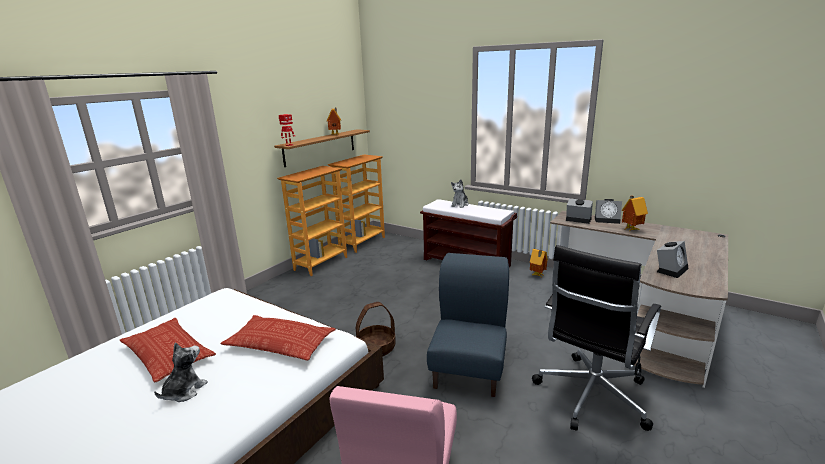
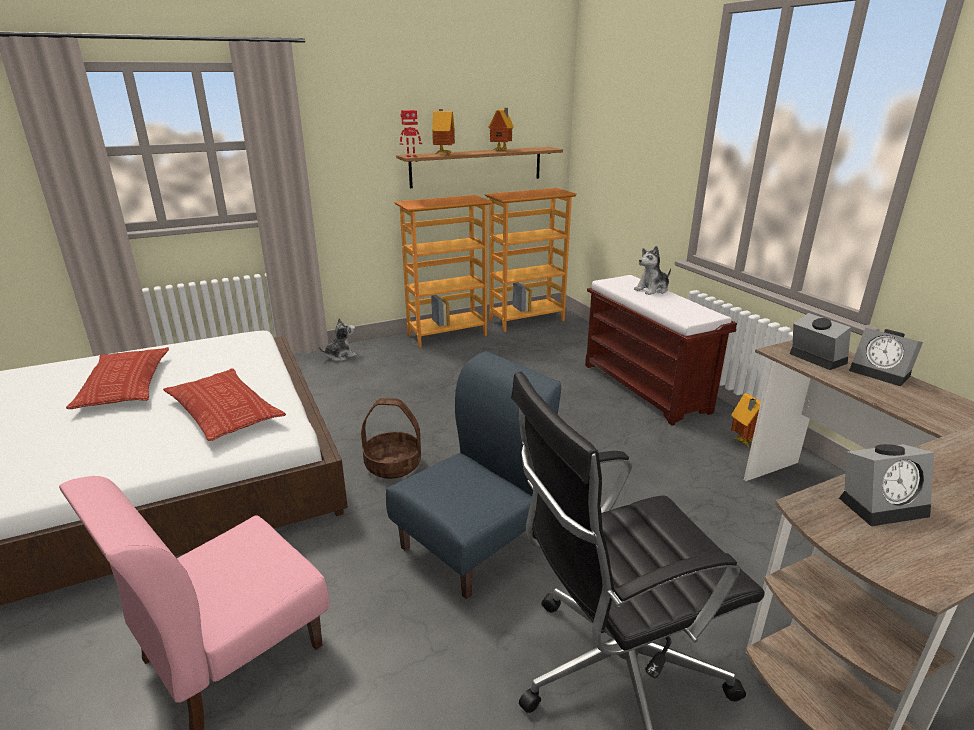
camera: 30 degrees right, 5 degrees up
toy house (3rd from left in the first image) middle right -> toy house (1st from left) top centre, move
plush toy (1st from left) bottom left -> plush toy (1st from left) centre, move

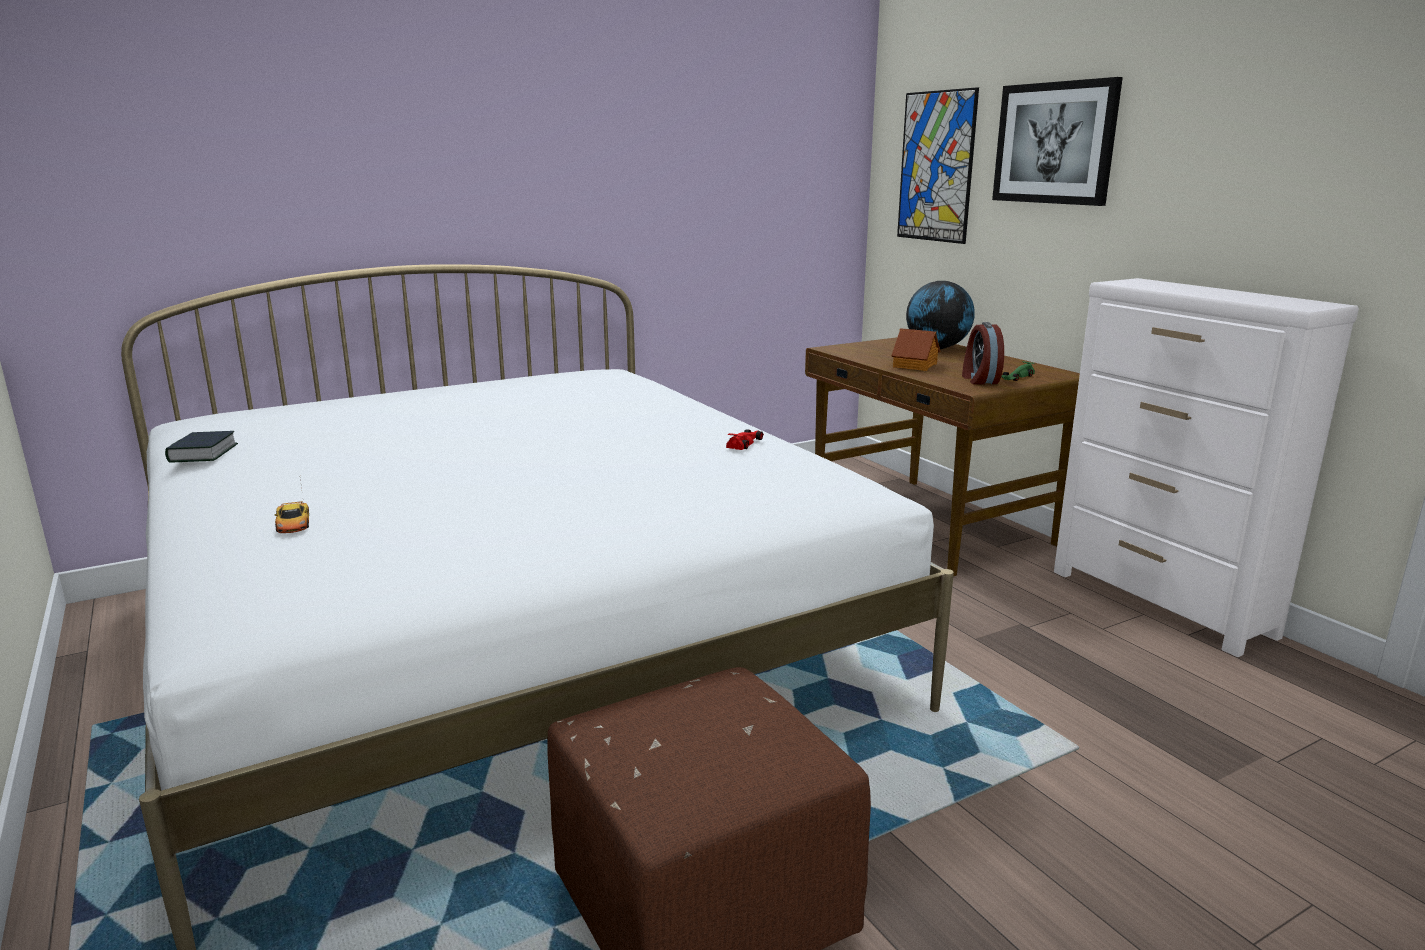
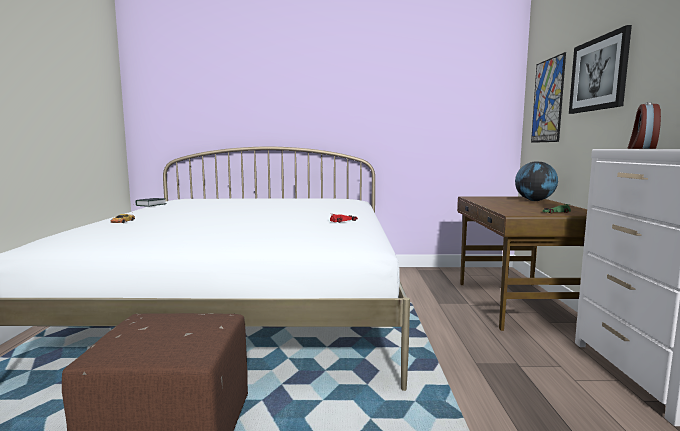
camera: 30 degrees right, 10 degrees down
alarm clock middle right -> alarm clock top right, move
toy house centre -> none

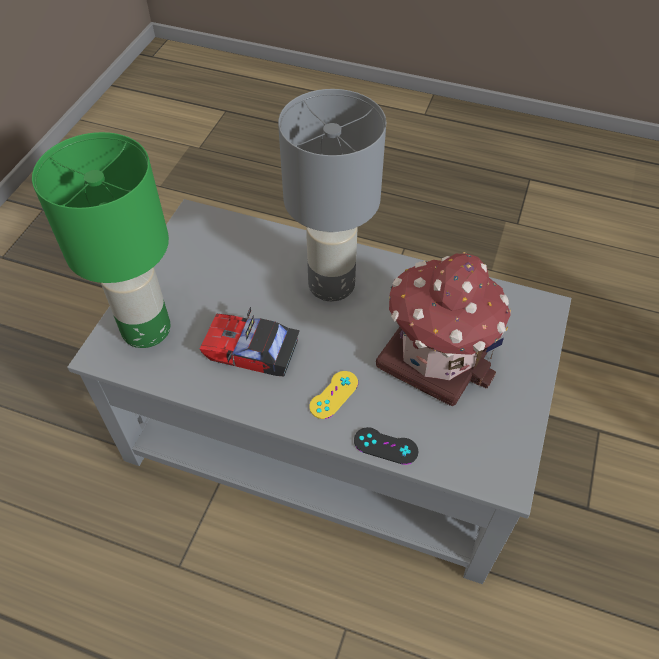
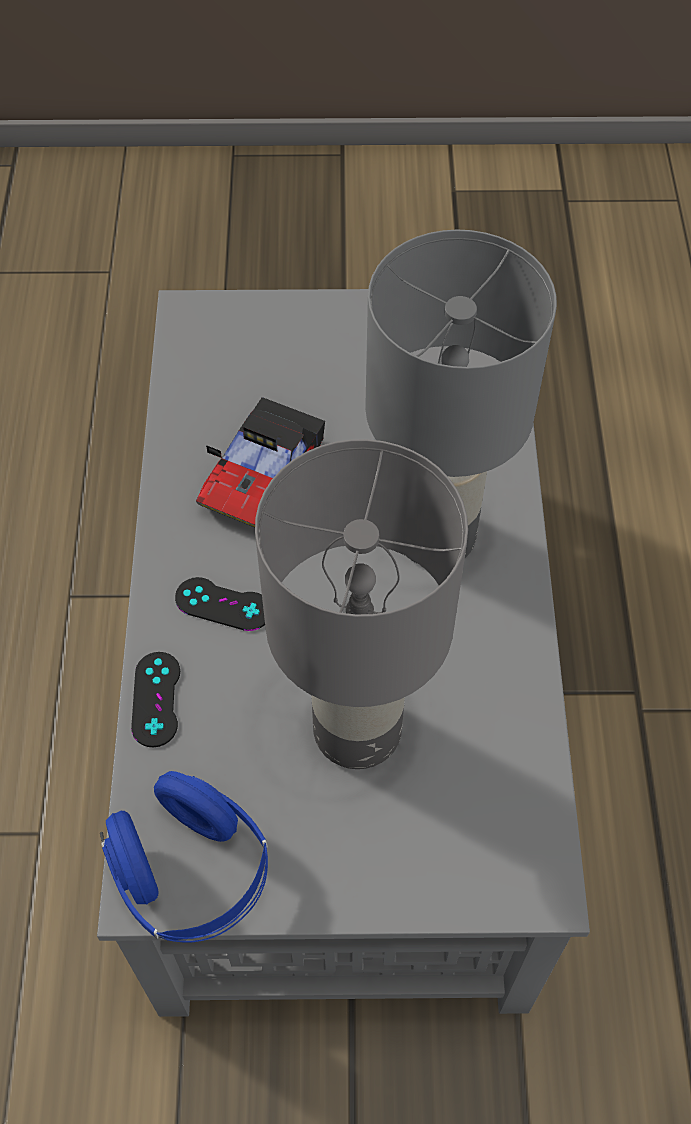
camera: 70 degrees right, 5 degrees up
table lamp in green middle left -> none
toy house middle right -> table lamp in grey (1st from left) centre
toy car centre, 150 degrees counterclockwise
game controller in yellow centre -> game controller in black (2nd from left) middle left
none -> headphones in blue bottom left

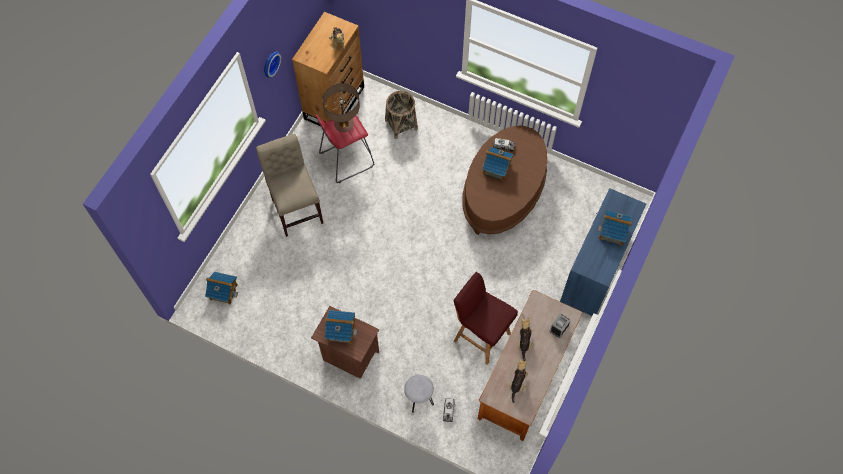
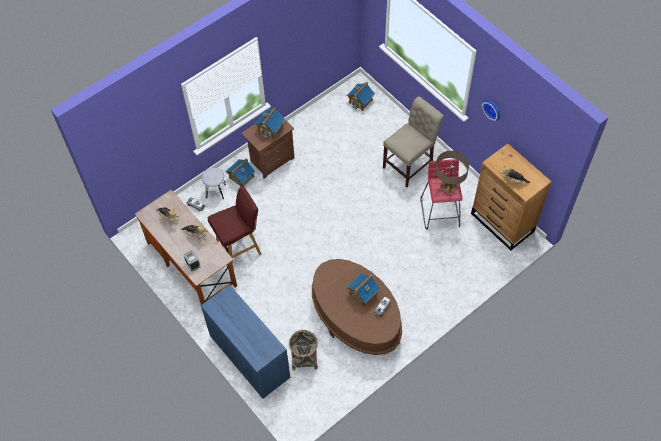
camera: 115 degrees right, 5 degrees down
basket top centre -> basket bottom centre, move
chair in beige centre -> chair in beige top centre, 45 degrees counterclockwise
toy house (4th from left in the first image) middle right -> toy house (1st from left) centre, move

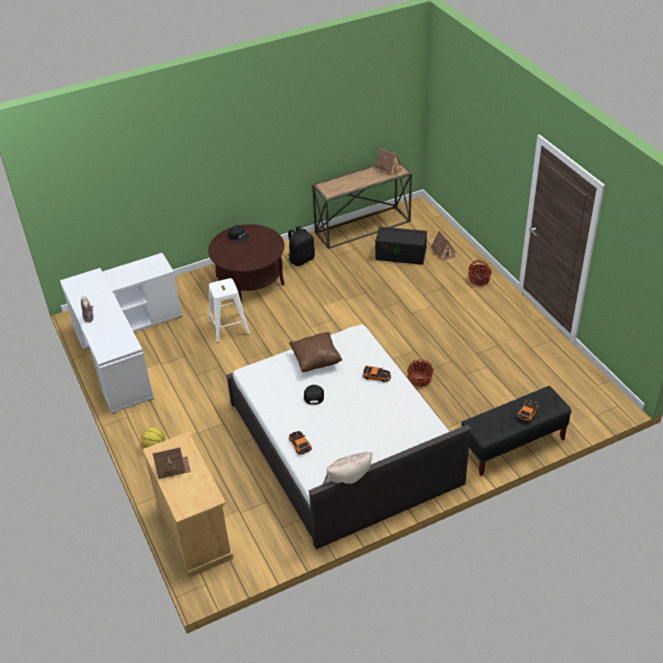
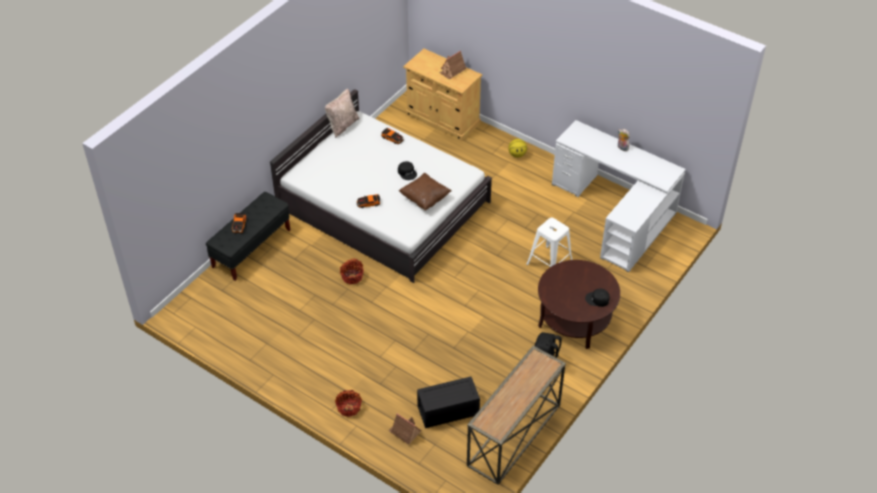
camera: 150 degrees right, 5 degrees up
toy house (2nd from left) top centre -> none

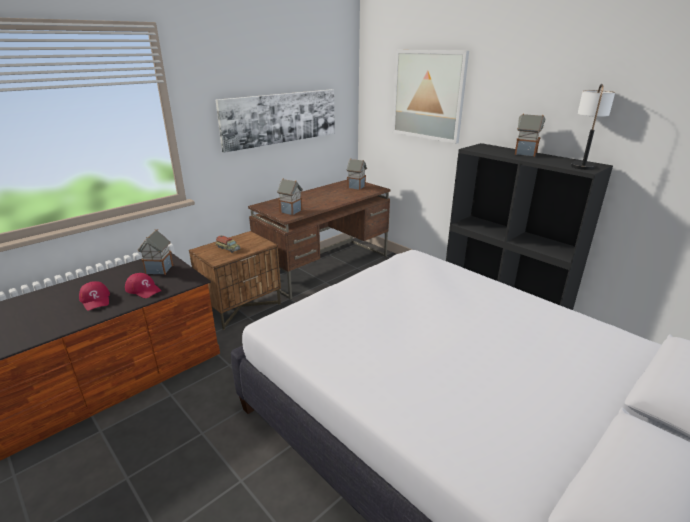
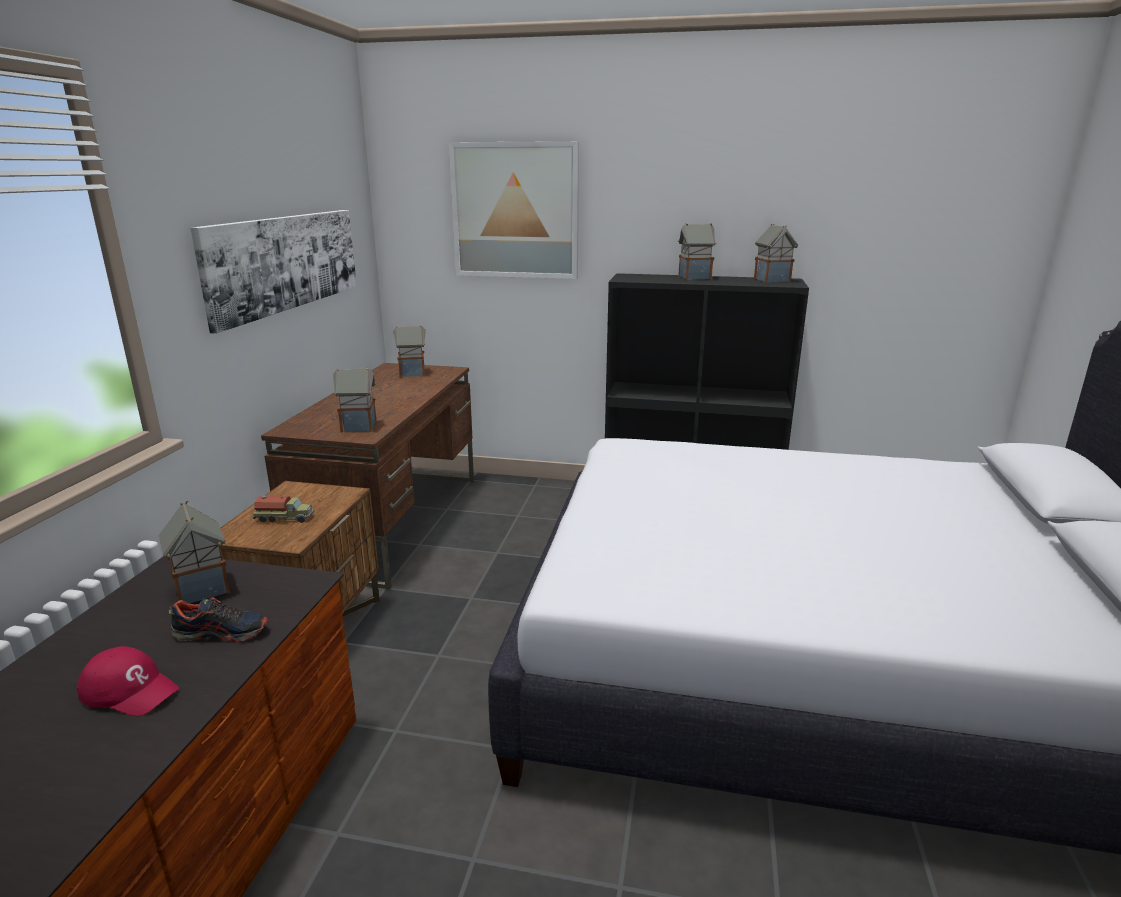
camera: 35 degrees left, 5 degrees down
table lamp top right -> toy house (5th from left) top right
cap in red (2nd from left) middle left -> shoe bottom left

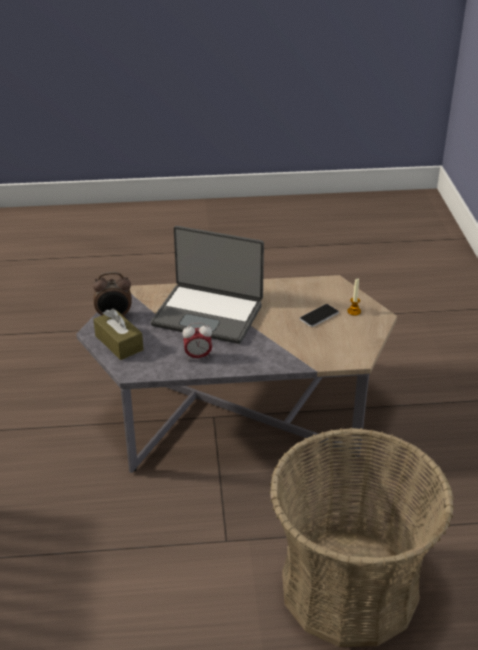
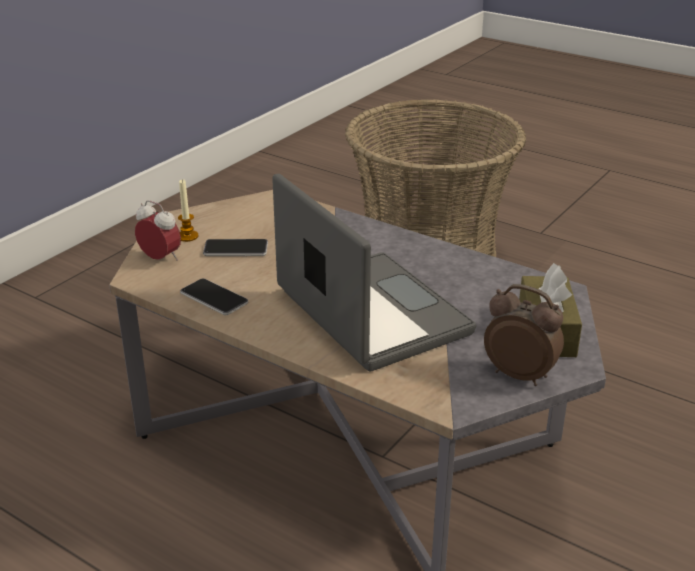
camera: 140 degrees left, 5 degrees down
alarm clock (2nd from left in the first image) centre -> alarm clock (1st from left) middle left, move
none -> phone (1st from left) middle left

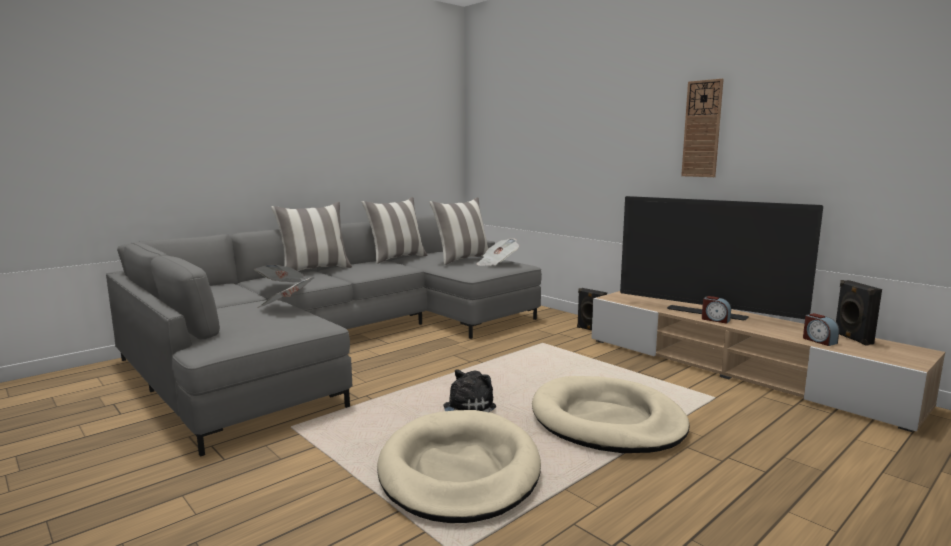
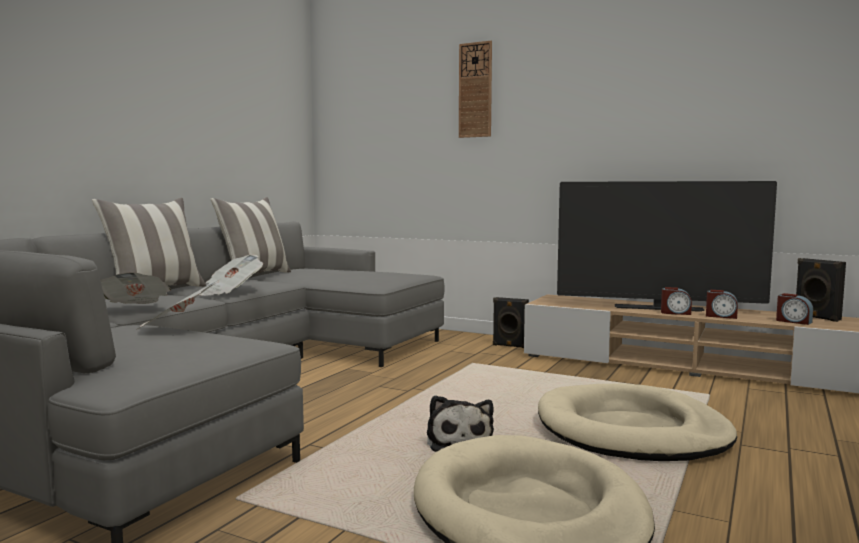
camera: 20 degrees left, 5 degrees down
wall clock top right -> wall clock top centre, move
pillow (3rd from left) centre -> none
newspaper (3rd from left) centre -> newspaper (3rd from left) middle left, move
plush toy bottom centre, 150 degrees clockwise
none -> alarm clock (2nd from left) middle right

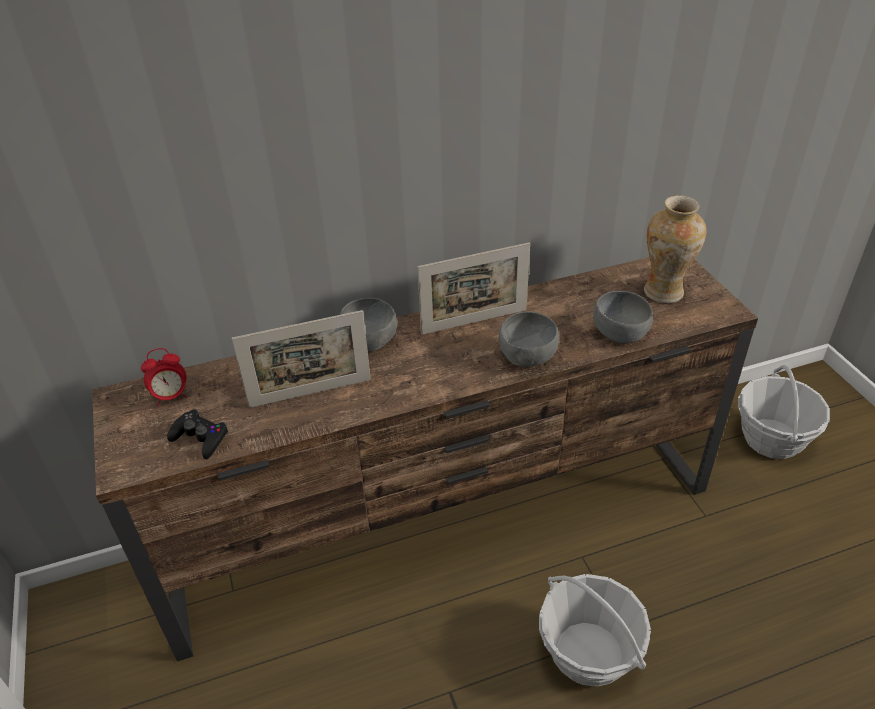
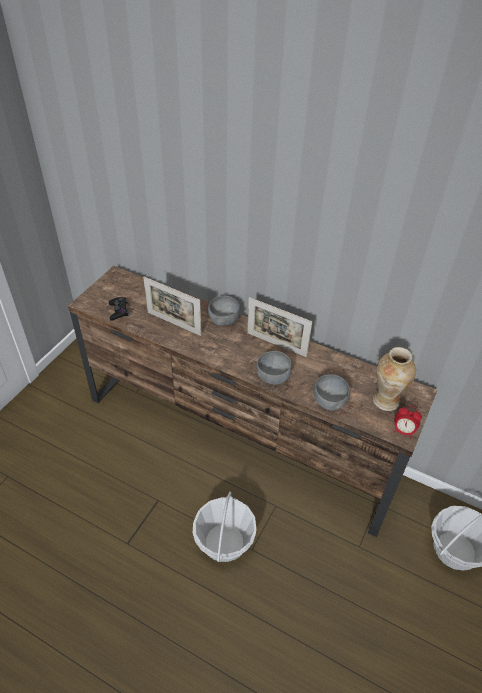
camera: 45 degrees right, 5 degrees up
alarm clock middle left -> alarm clock middle right, move

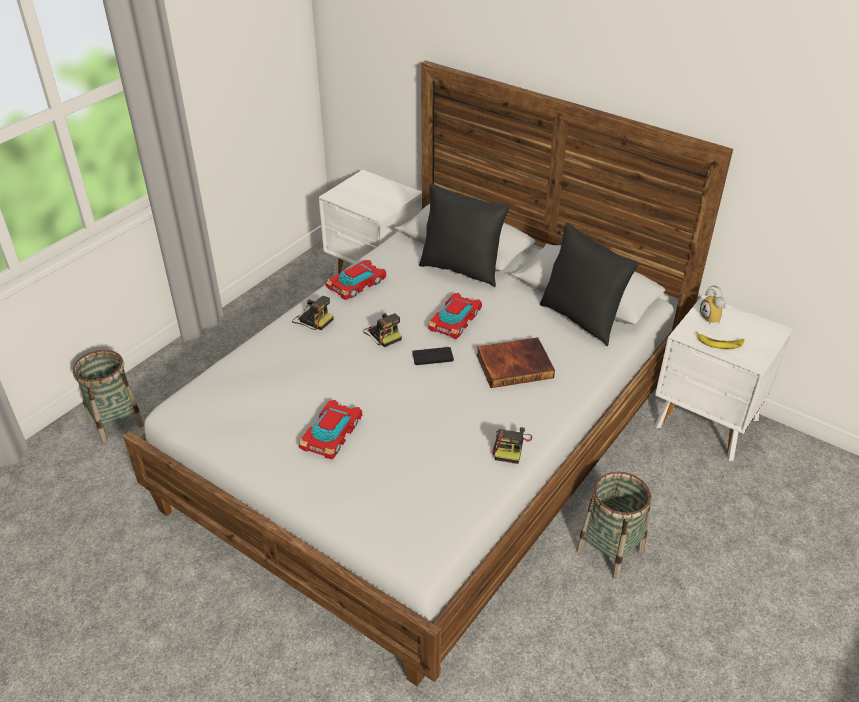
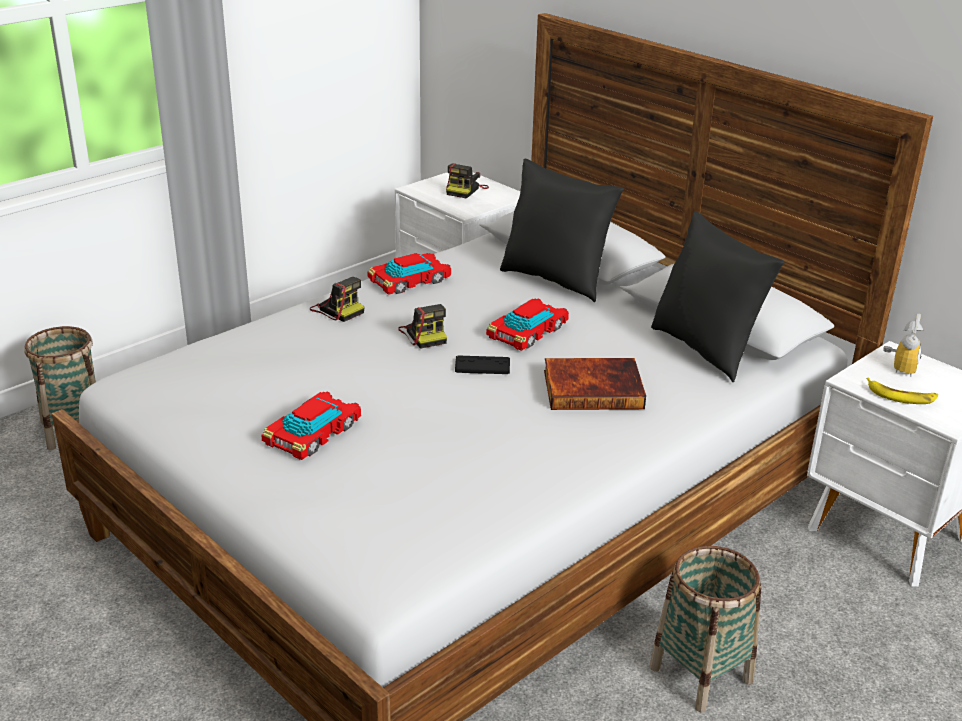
camera: 10 degrees right, 10 degrees down
alarm clock middle right, 150 degrees counterclockwise
photo camera (3rd from left) centre -> photo camera (3rd from left) top centre, move

